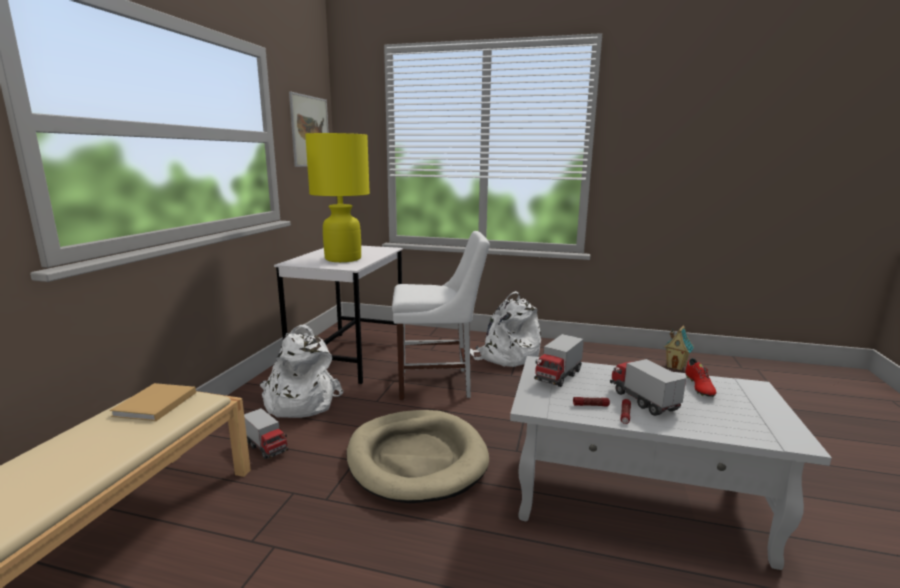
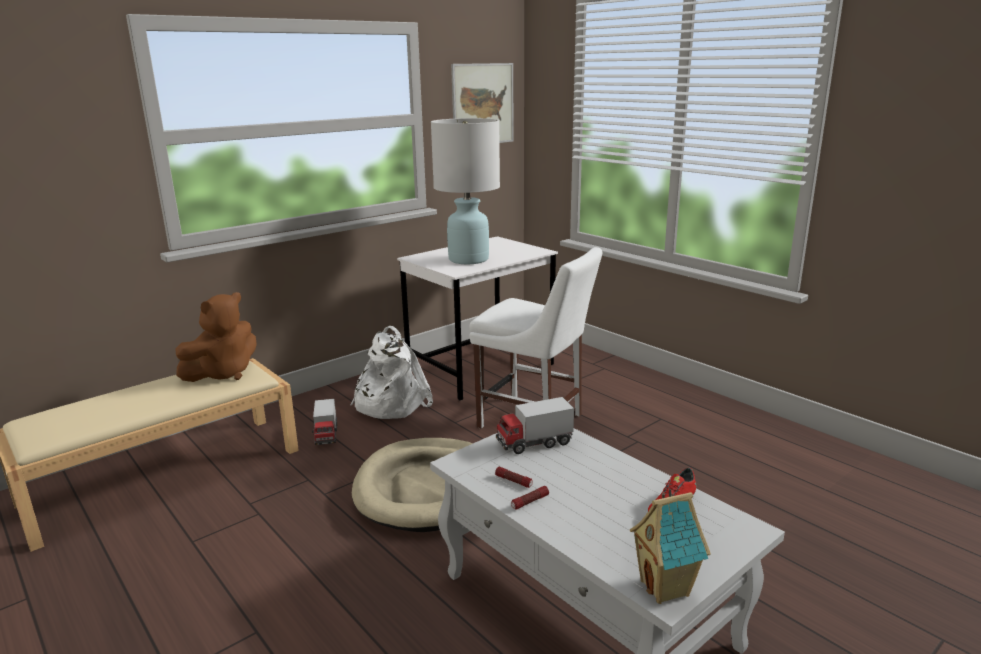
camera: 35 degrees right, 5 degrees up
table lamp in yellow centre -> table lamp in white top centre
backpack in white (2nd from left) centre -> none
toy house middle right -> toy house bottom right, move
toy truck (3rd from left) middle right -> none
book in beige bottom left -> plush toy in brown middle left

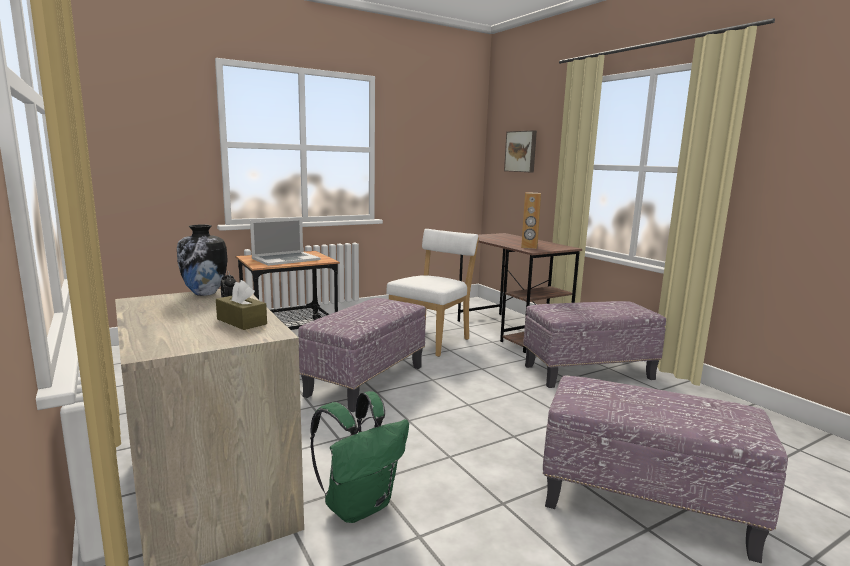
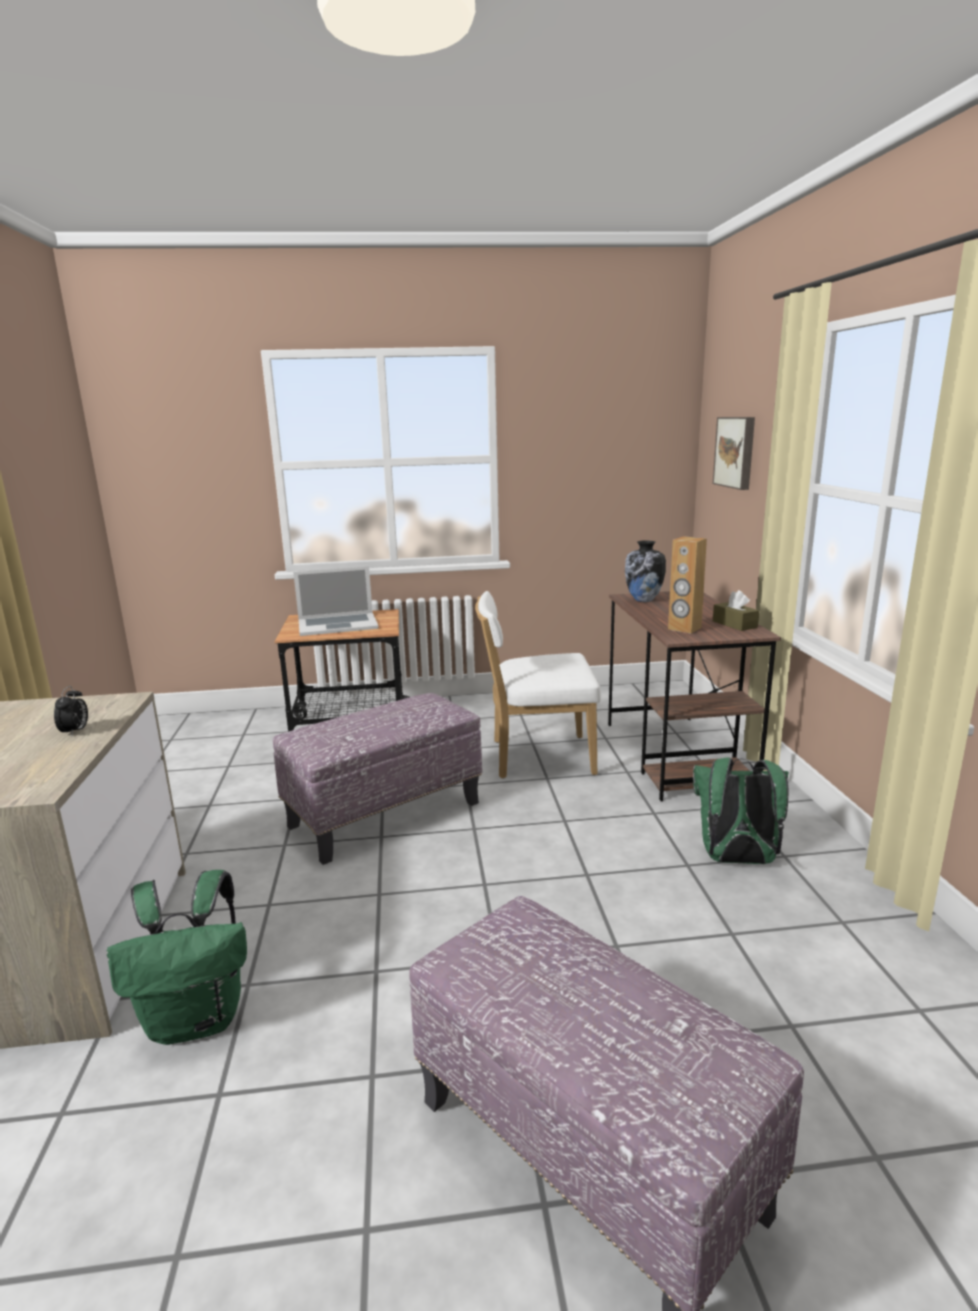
camera: 25 degrees right, 5 degrees up
vase middle left -> vase centre, move
chair in white centre, 150 degrees counterclockwise
tissue box in brown middle left -> tissue box in brown middle right, move
ottoman (2nd from left) middle right -> backpack in green (2nd from left) middle right

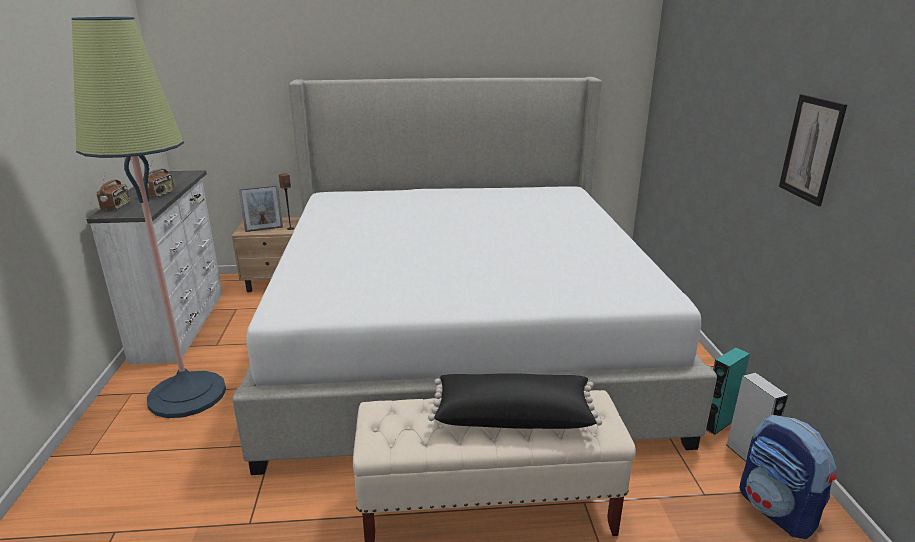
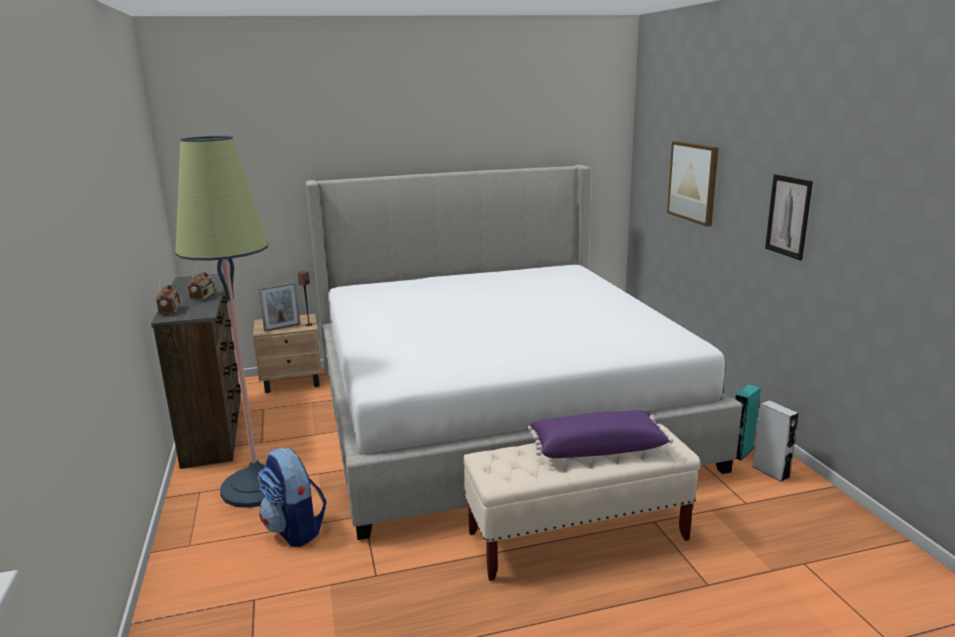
camera: 10 degrees left, 5 degrees down
dresser in white middle left -> dresser in brown middle left
pillow in black bottom centre -> pillow in purple bottom centre
backpack bottom right -> backpack bottom left, move
none -> picture (1st from left) top right

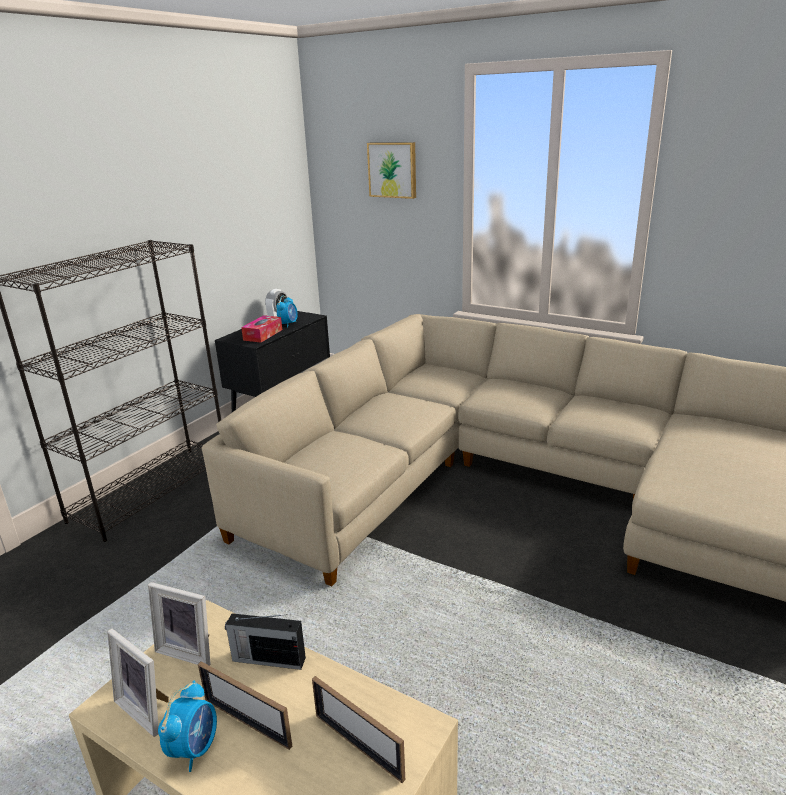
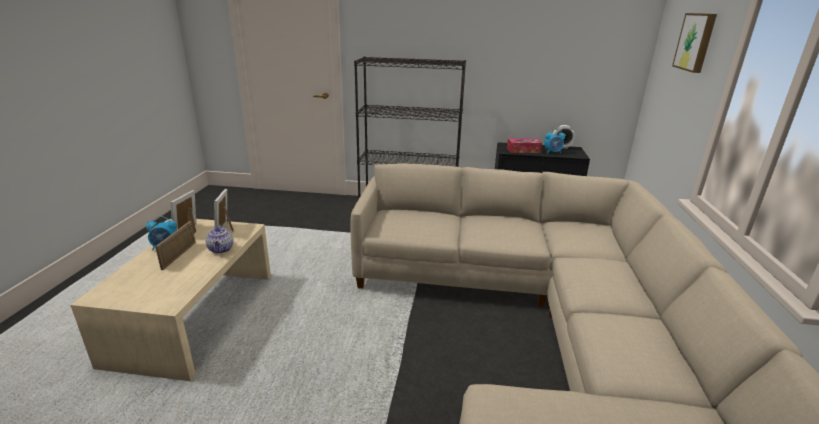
camera: 65 degrees right, 0 degrees up
radio bottom centre -> teapot middle left
picture frame (4th from left) bottom centre -> none

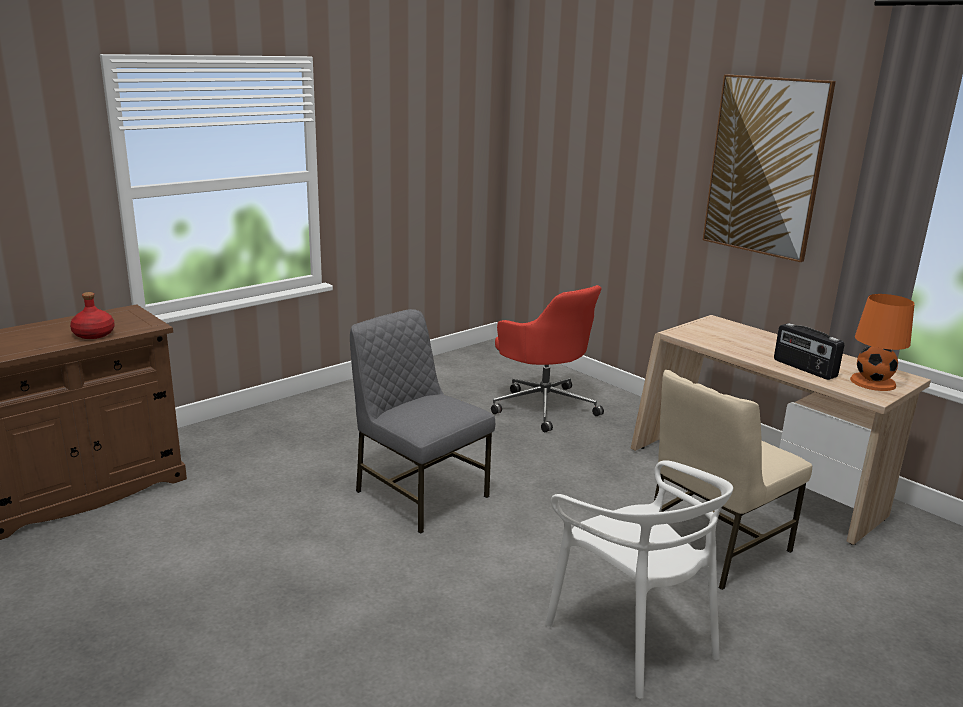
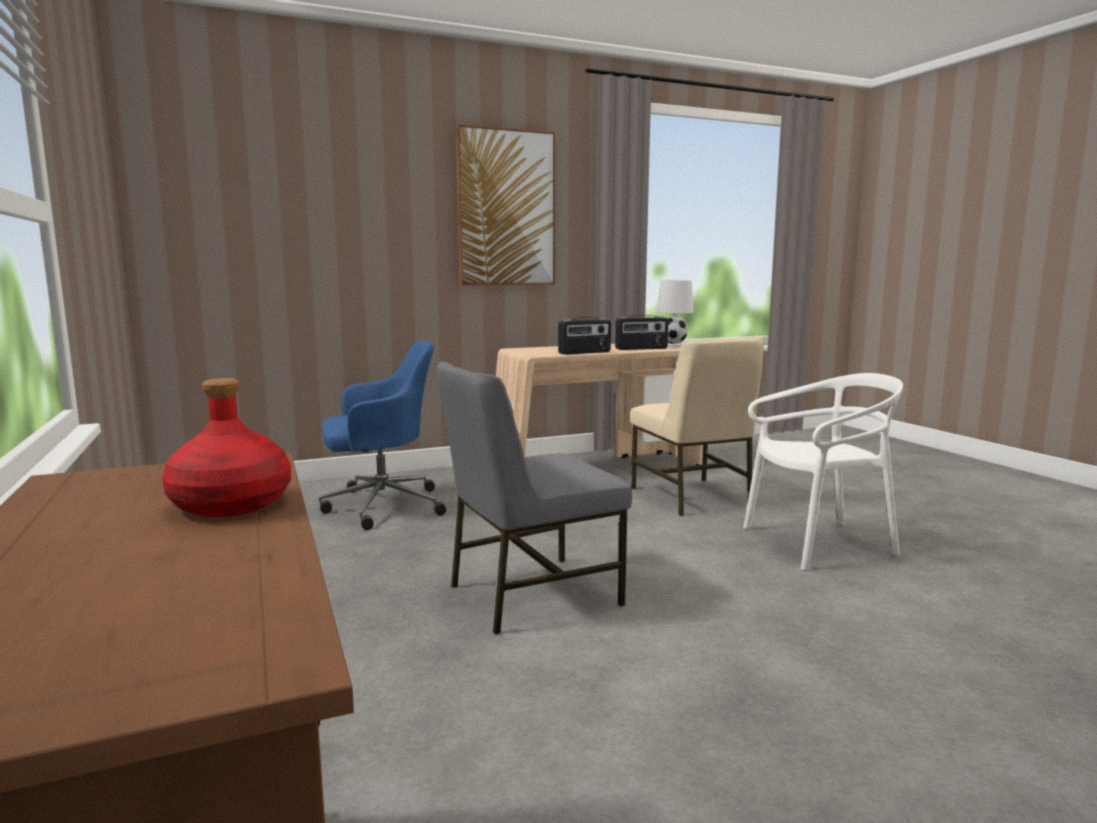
camera: 70 degrees left, 10 degrees down
office chair in red centre -> office chair in blue centre
table lamp in orange middle right -> table lamp in white centre
none -> radio (1st from left) centre

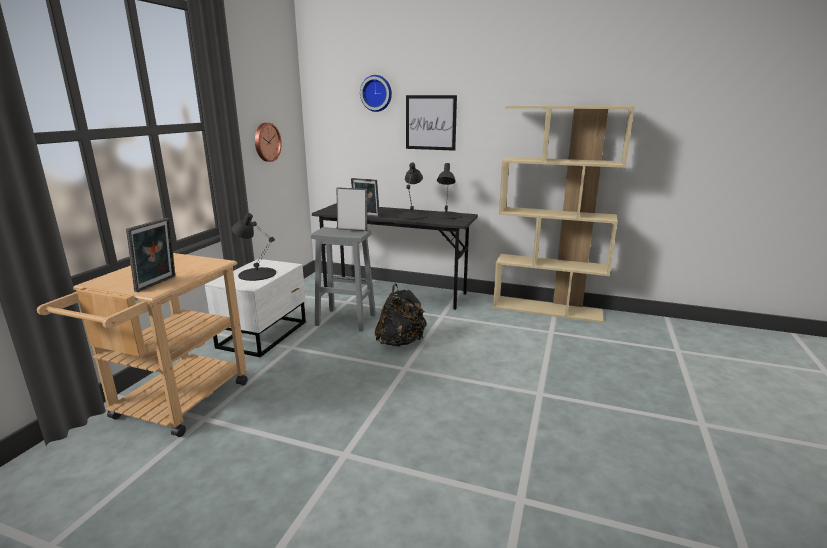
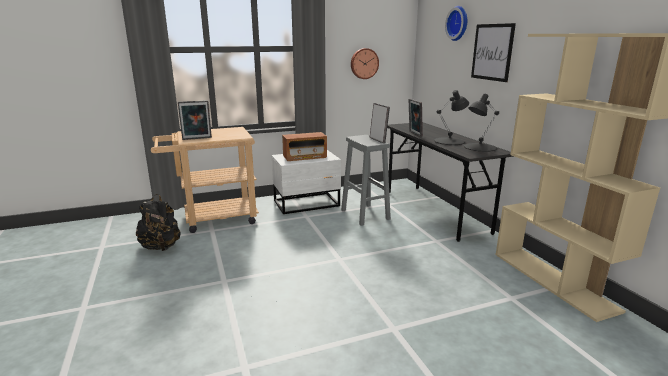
camera: 50 degrees right, 0 degrees up
table lamp in black (1st from left) middle left -> radio centre
backpack in black centre -> backpack in black middle left, move

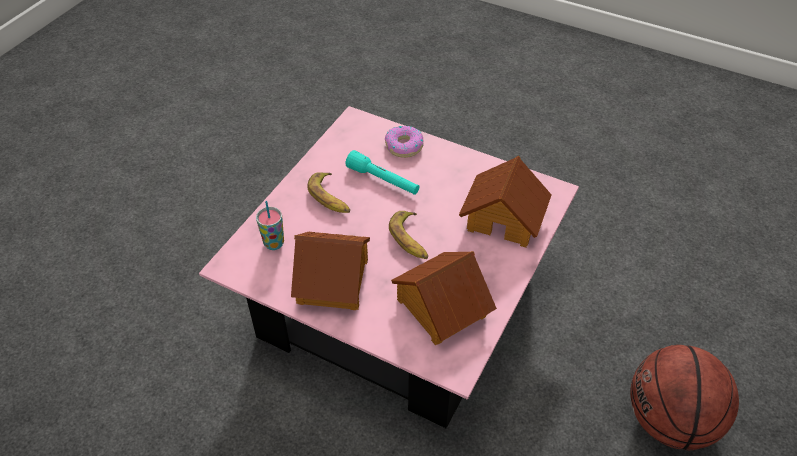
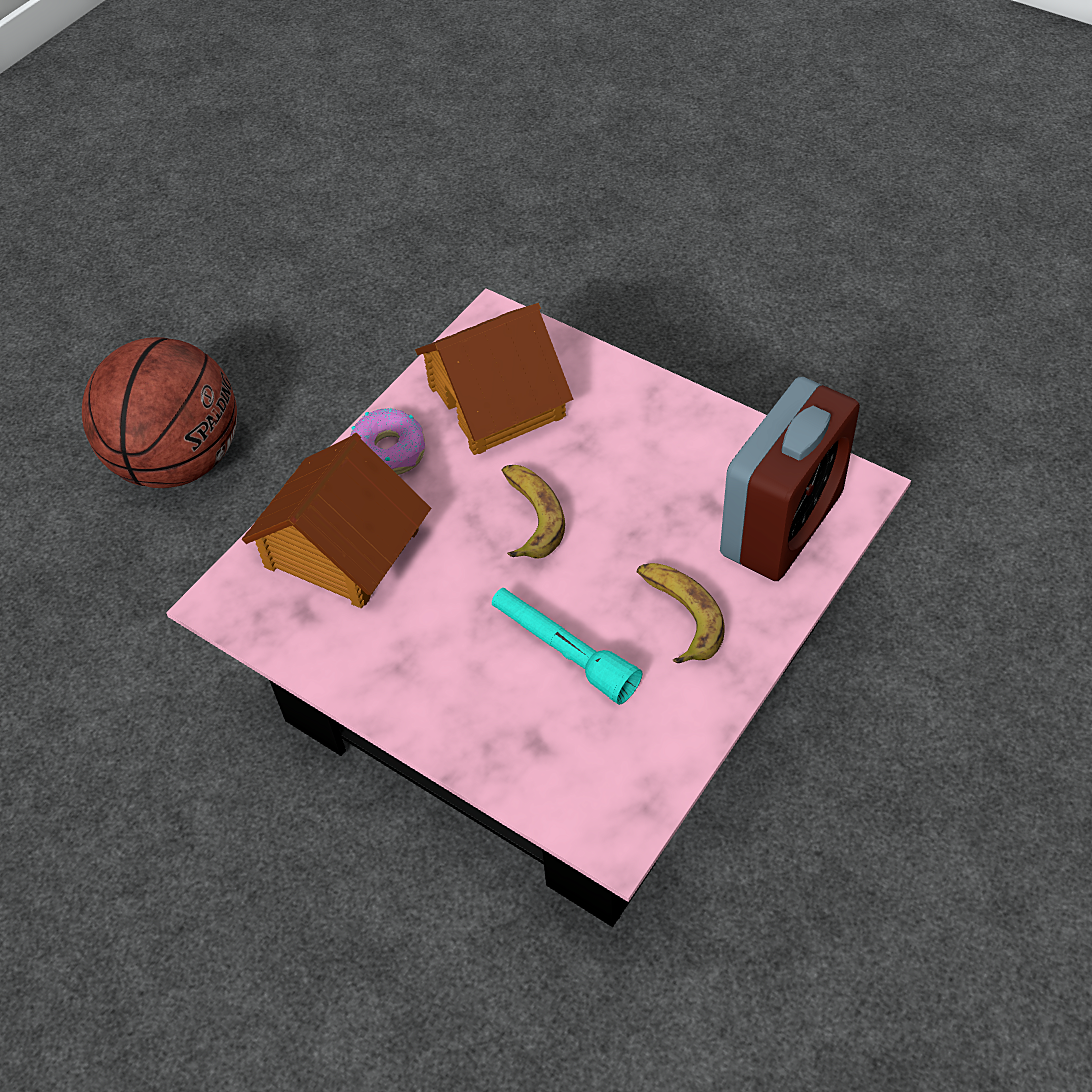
camera: 170 degrees left, 5 degrees up
donut top centre -> donut centre, move
cup centre -> alarm clock middle right
toy house (1st from left) centre -> none

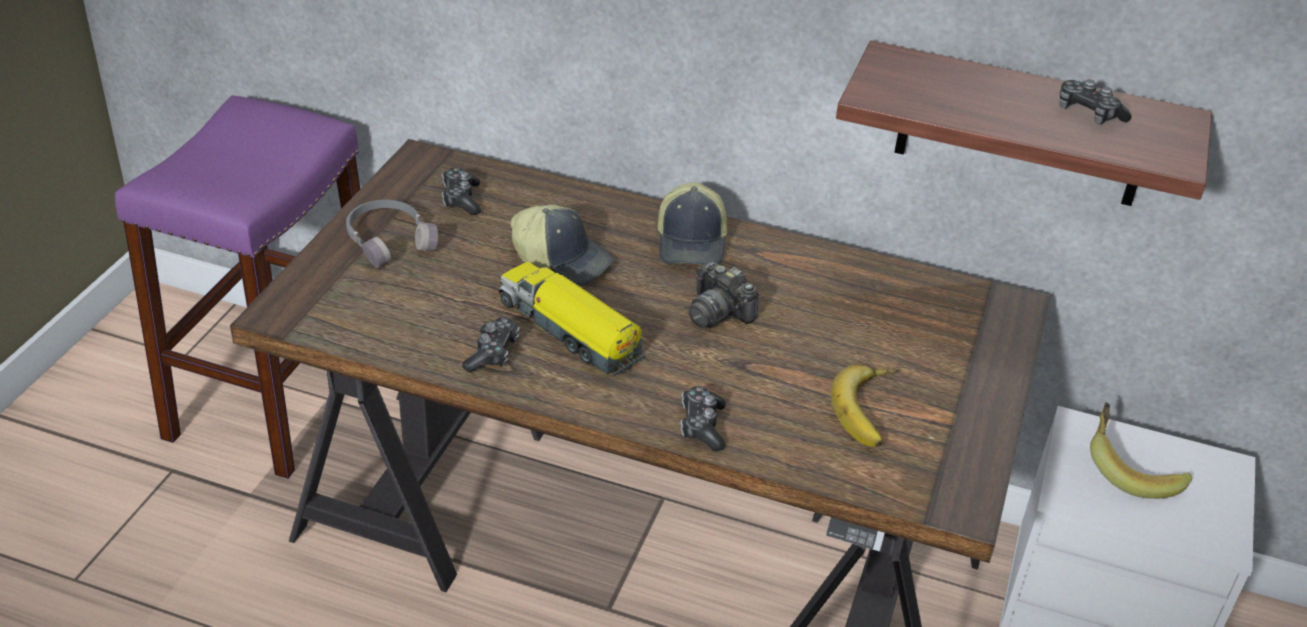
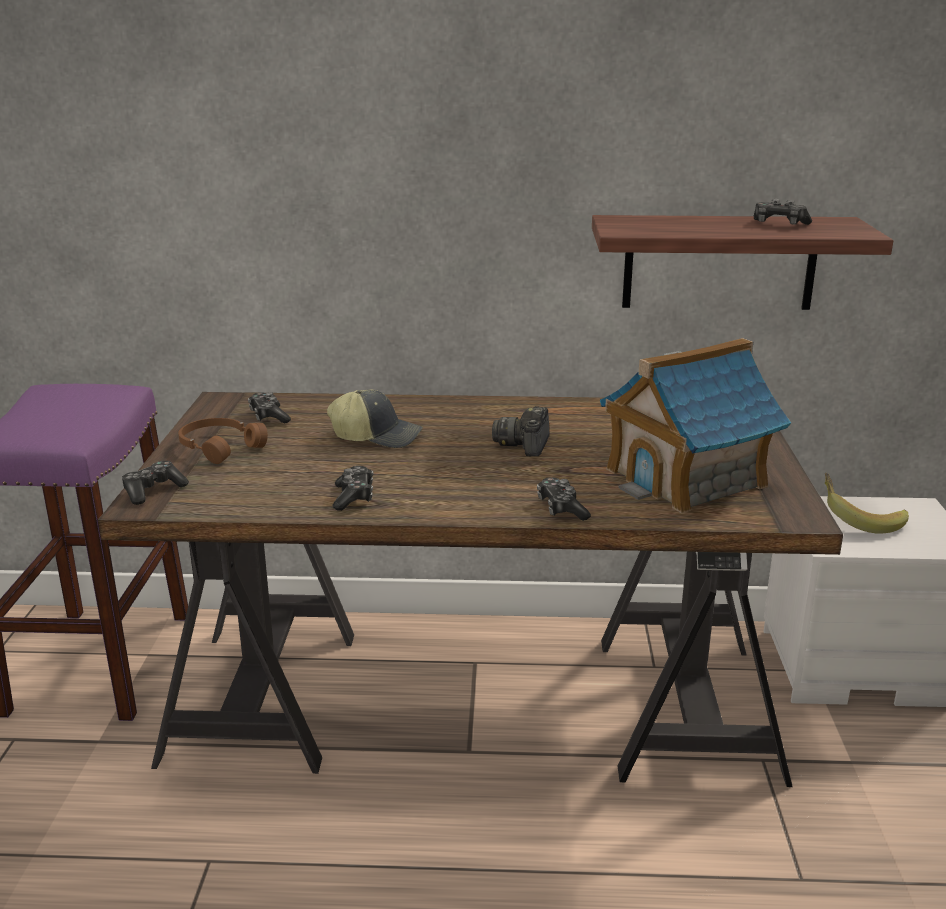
camera: 15 degrees left, 15 degrees down
cap (2nd from left) centre -> none
headphones in grey middle left -> headphones in brown middle left
photo camera centre, 75 degrees clockwise
toy truck centre -> none
banana (1st from left) centre -> toy house middle right
none -> game controller (1st from left) middle left

